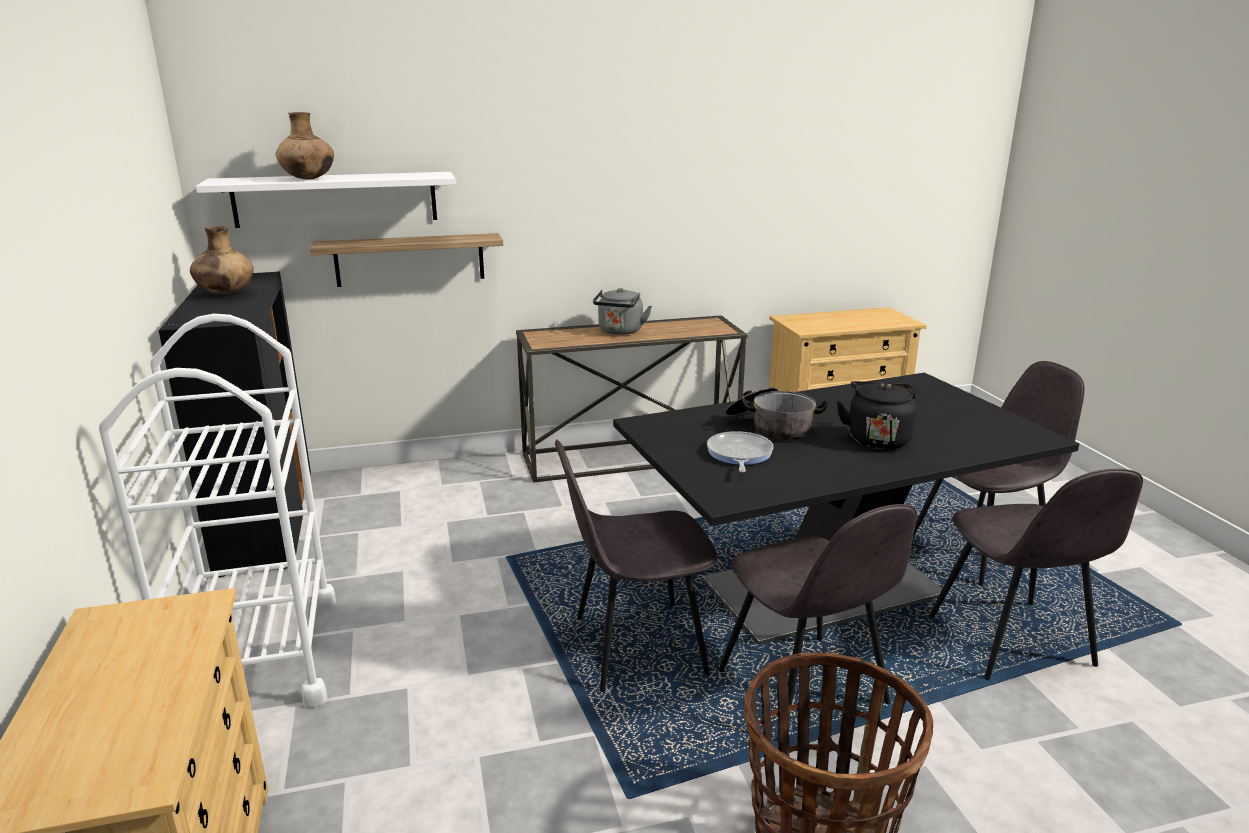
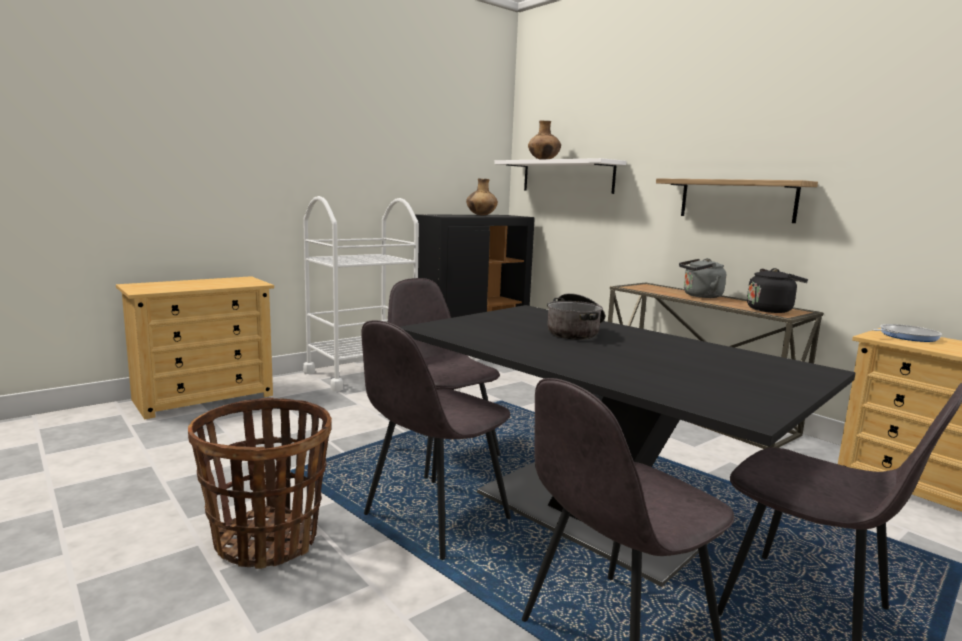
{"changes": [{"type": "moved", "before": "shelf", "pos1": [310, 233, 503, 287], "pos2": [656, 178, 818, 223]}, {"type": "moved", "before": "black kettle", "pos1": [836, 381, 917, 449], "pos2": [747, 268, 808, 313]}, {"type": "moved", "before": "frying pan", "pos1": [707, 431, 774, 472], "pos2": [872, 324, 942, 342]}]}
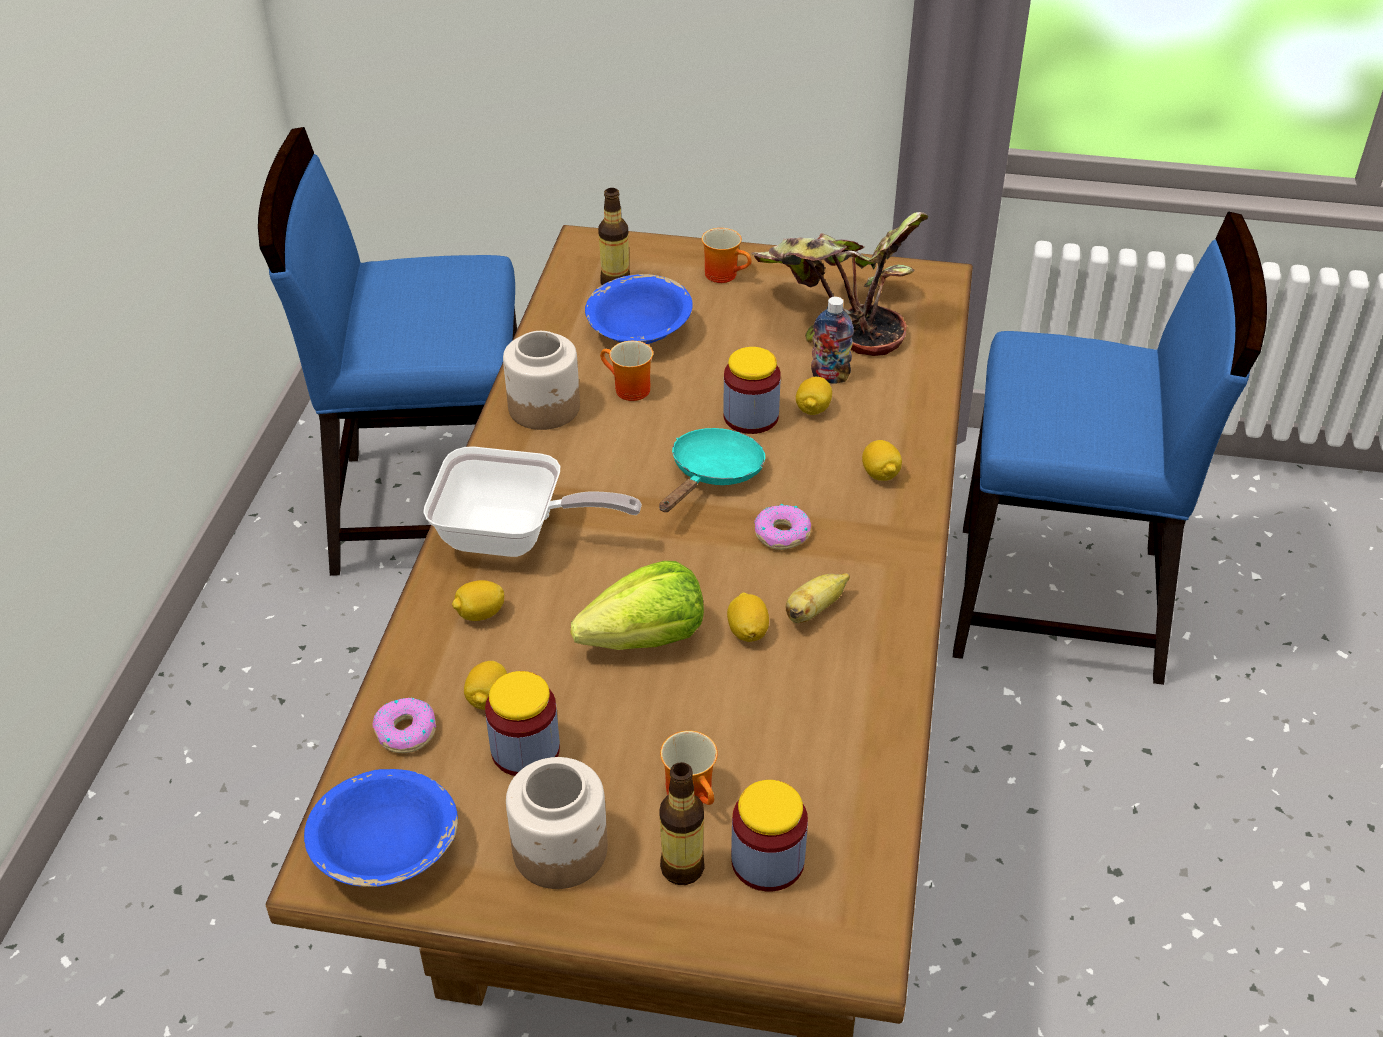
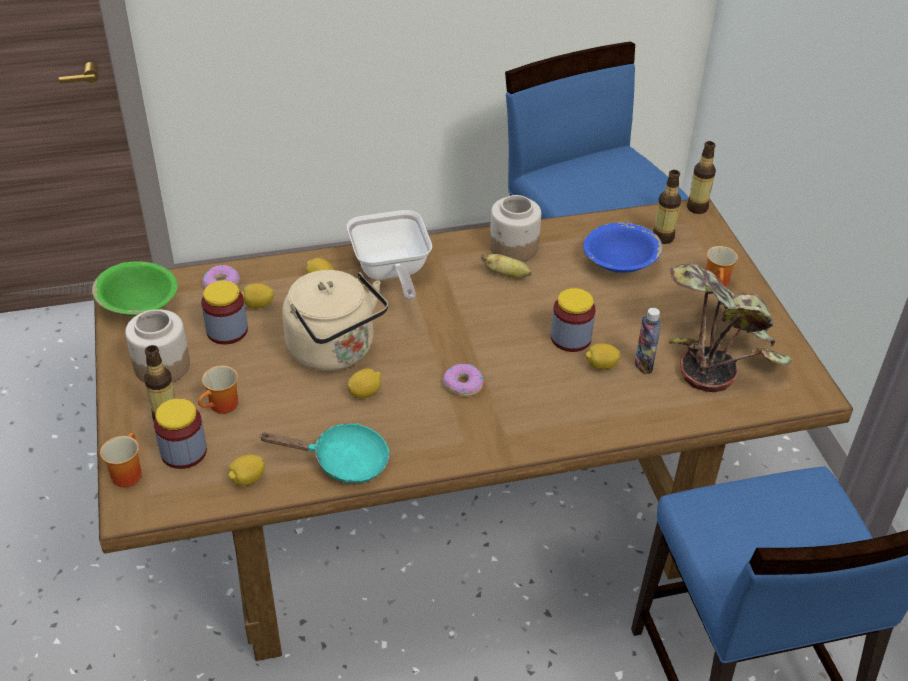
{"changes": [{"type": "moved", "before": "mug", "pos1": [600, 341, 653, 401], "pos2": [100, 433, 142, 487]}, {"type": "moved", "before": "turquoise frying pan", "pos1": [659, 428, 765, 512], "pos2": [260, 423, 389, 484]}, {"type": "moved", "before": "lemon", "pos1": [862, 440, 902, 481], "pos2": [228, 455, 265, 486]}, {"type": "replaced", "before": "lettuce", "after": "beige kettle", "pos1": [571, 561, 704, 650], "pos2": [282, 270, 388, 371]}, {"type": "moved", "before": "banana", "pos1": [786, 573, 850, 623], "pos2": [481, 254, 532, 279]}, {"type": "recoloured", "before": "blue bowl", "after": "green bowl", "pos1": [304, 769, 458, 887], "pos2": [92, 261, 178, 316]}, {"type": "added", "after": "bottle", "pos2": [687, 141, 716, 214]}]}
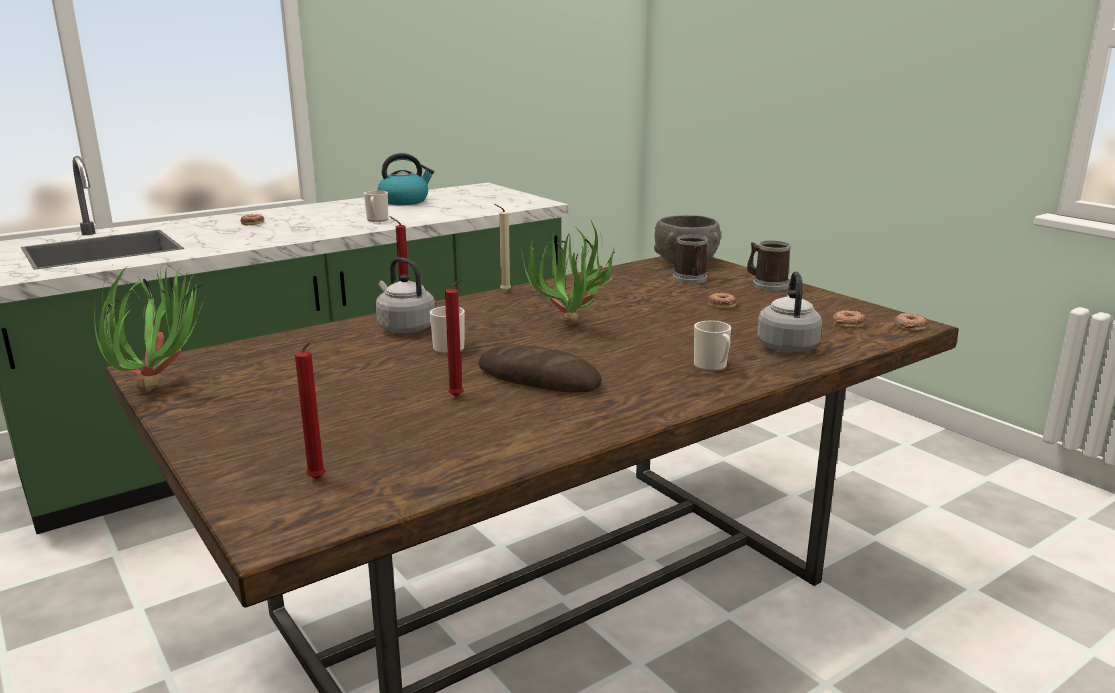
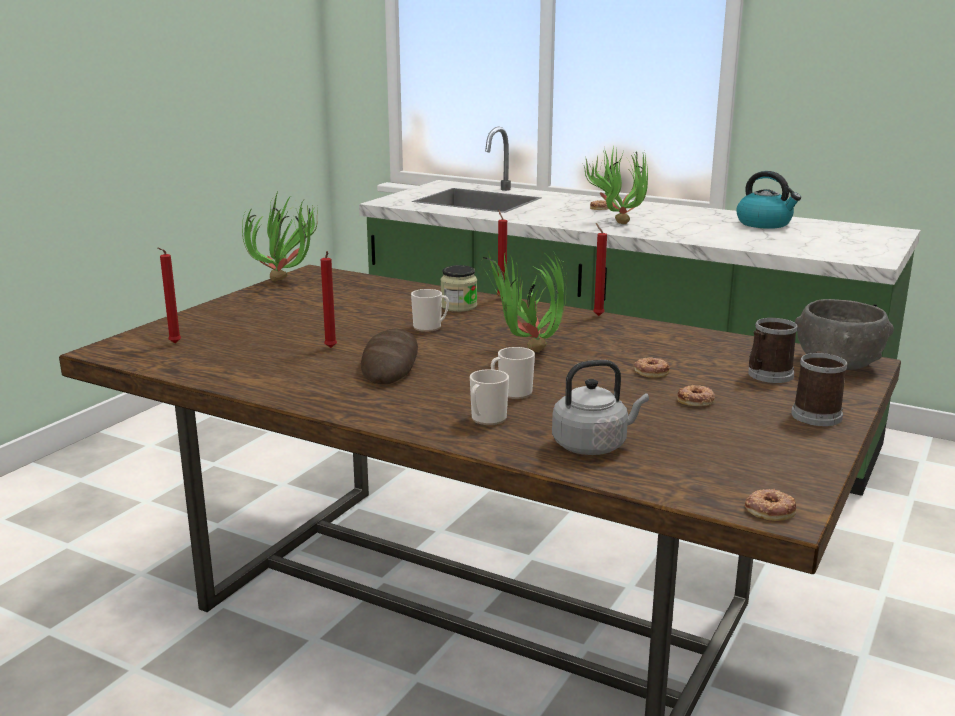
{"changes": [{"type": "moved", "before": "mug", "pos1": [364, 191, 388, 222], "pos2": [491, 347, 535, 399]}, {"type": "recoloured", "before": "beige candle", "after": "red candle", "pos1": [494, 204, 511, 292], "pos2": [593, 223, 607, 316]}, {"type": "replaced", "before": "grey kettle", "after": "jar", "pos1": [375, 257, 435, 333], "pos2": [441, 265, 477, 312]}, {"type": "moved", "before": "donut", "pos1": [833, 310, 865, 328], "pos2": [634, 357, 670, 378]}, {"type": "added", "after": "potted plant", "pos2": [583, 146, 648, 224]}]}
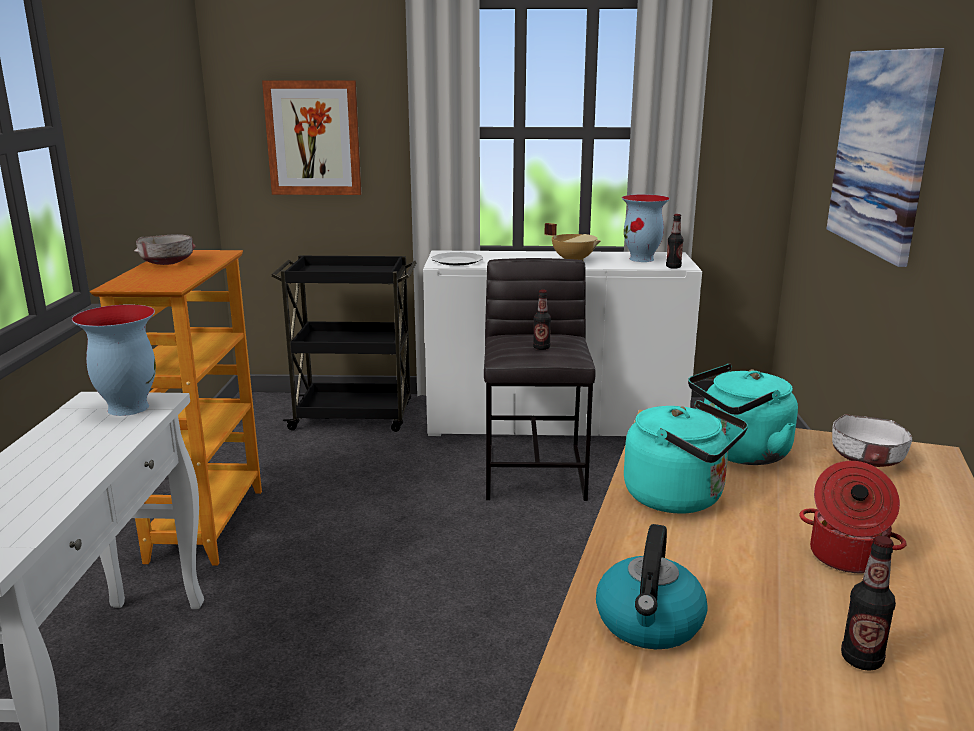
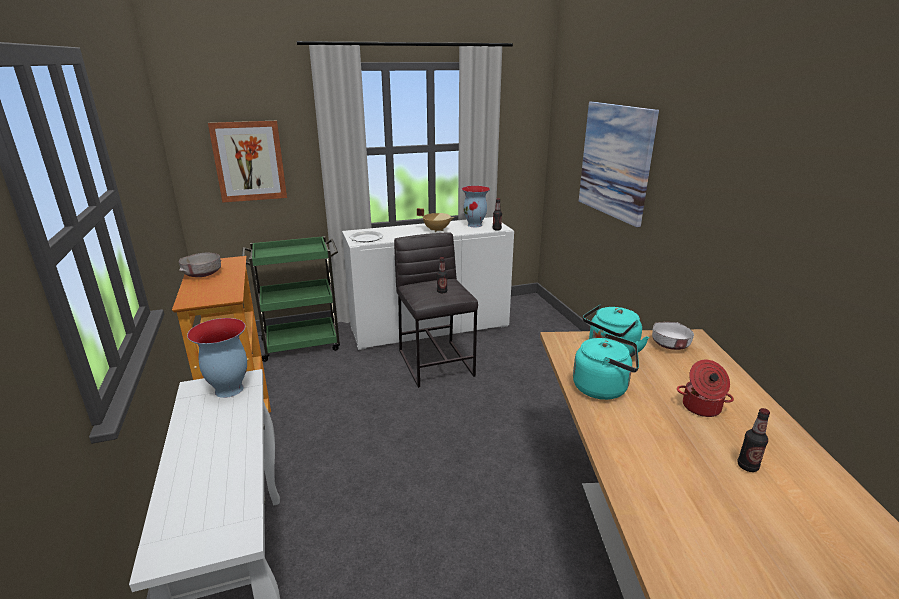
{"changes": [{"type": "recoloured", "before": "black cart", "after": "green cart", "pos1": [271, 255, 417, 432], "pos2": [242, 236, 340, 362]}, {"type": "removed", "before": "kettle", "pos1": [596, 524, 708, 649]}]}
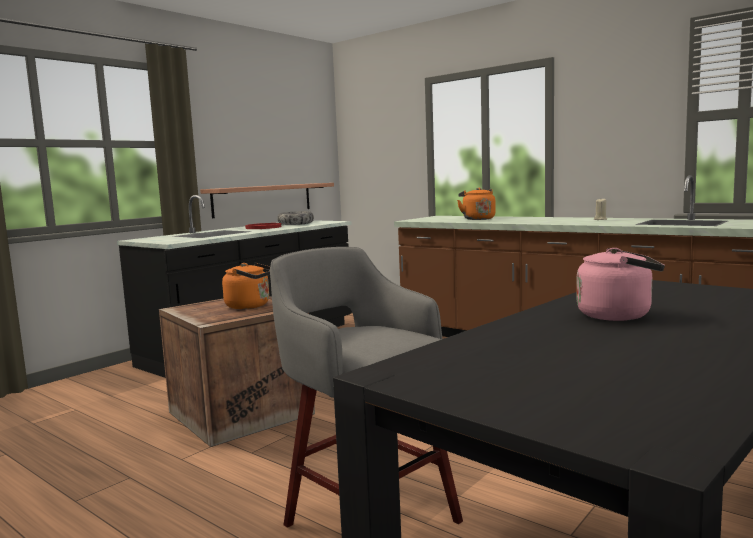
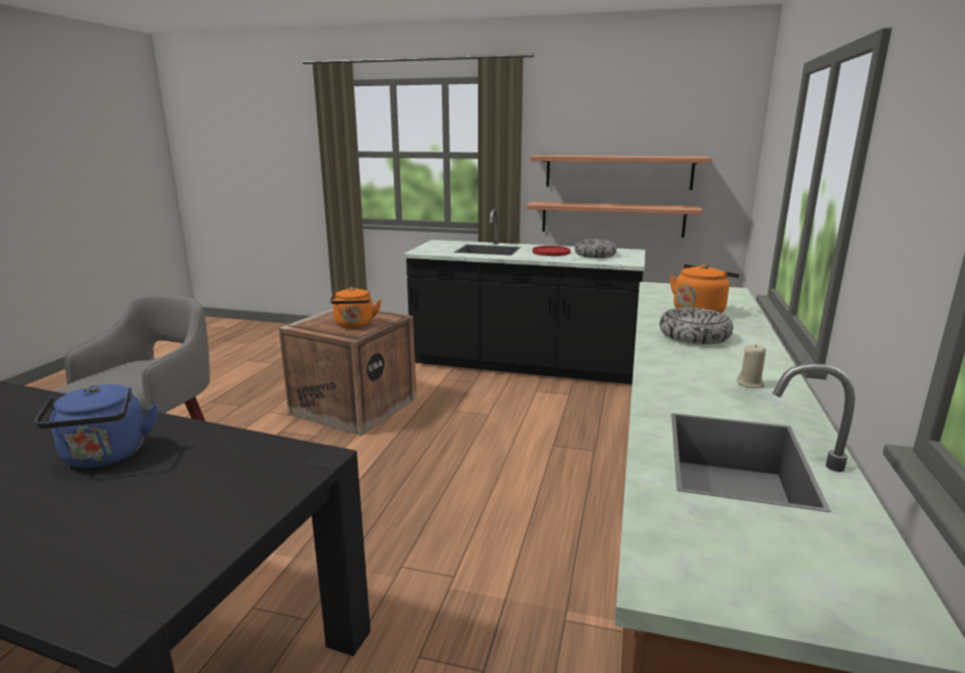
{"changes": [{"type": "recoloured", "before": "pink kettle", "after": "blue kettle", "pos1": [576, 248, 665, 321], "pos2": [35, 384, 158, 468]}, {"type": "added", "after": "shelf", "pos2": [530, 155, 712, 190]}, {"type": "added", "after": "bowl", "pos2": [660, 307, 733, 345]}]}
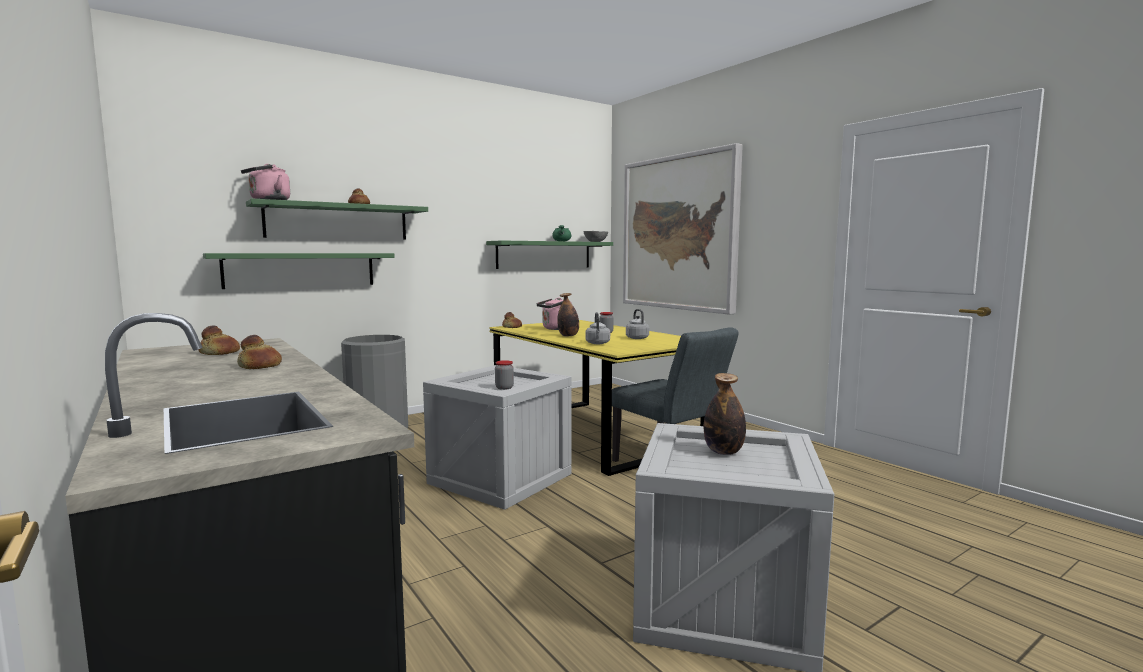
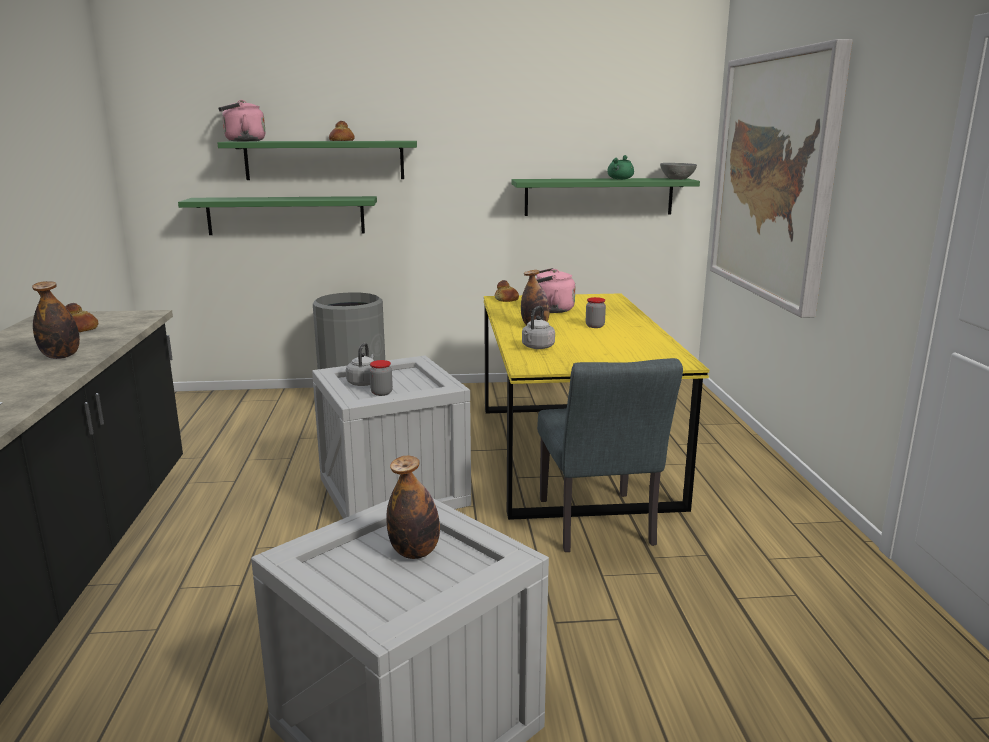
{"changes": [{"type": "moved", "before": "grey kettle", "pos1": [626, 309, 649, 339], "pos2": [346, 343, 374, 386]}, {"type": "replaced", "before": "bread", "after": "bottle", "pos1": [237, 335, 282, 369], "pos2": [32, 281, 80, 359]}]}
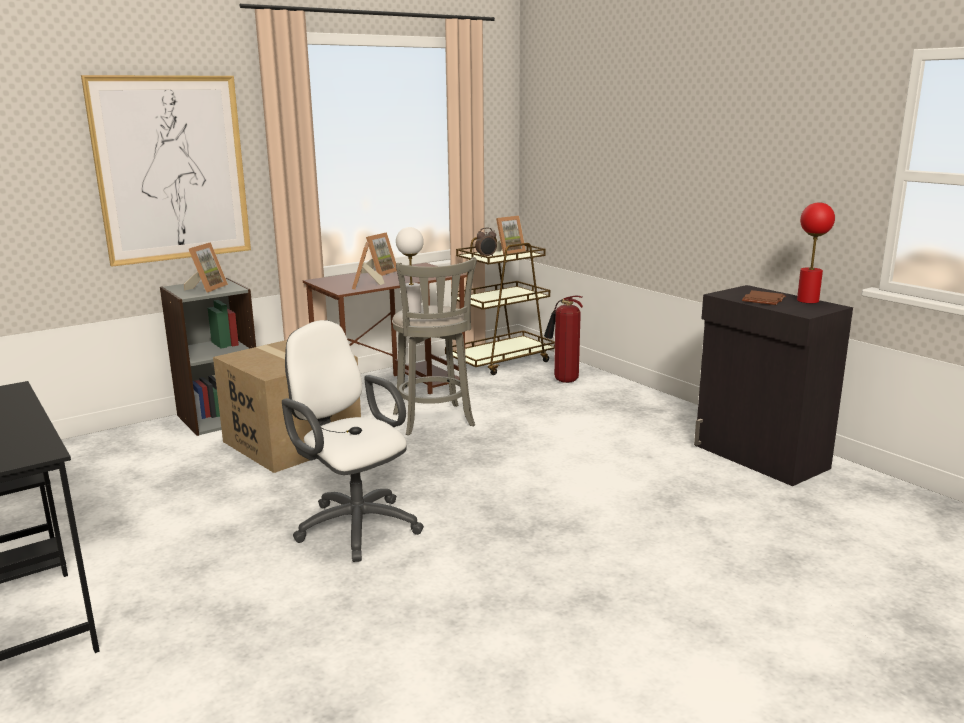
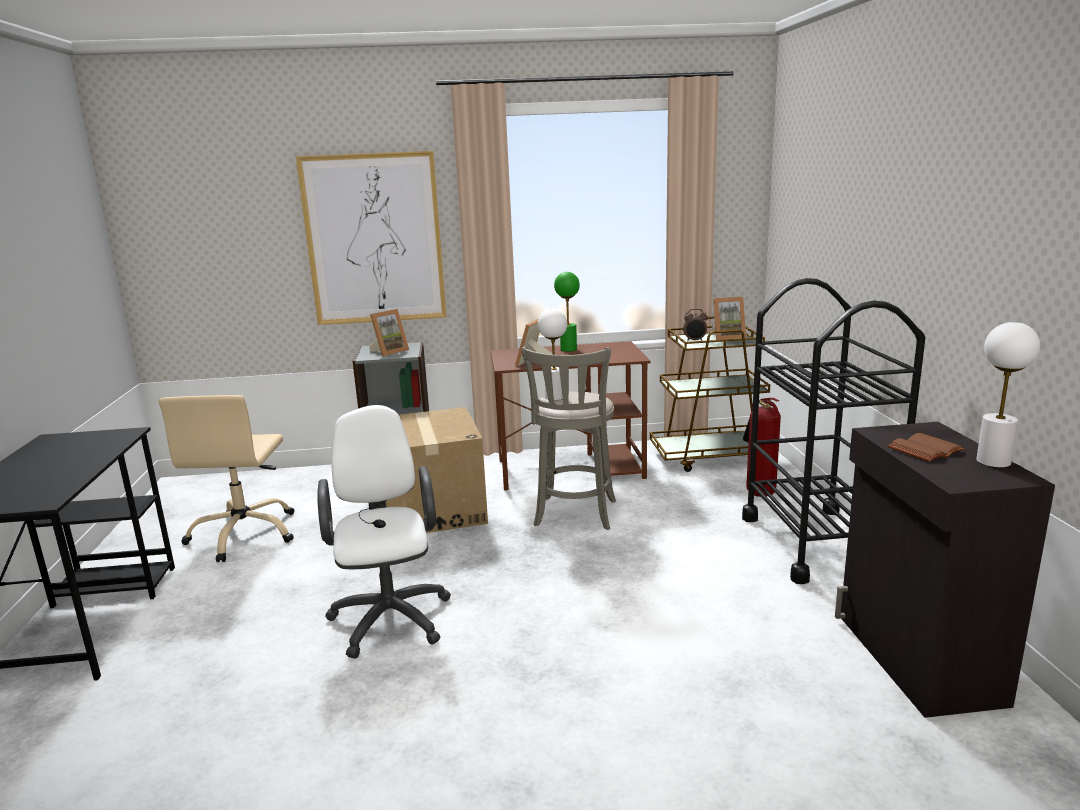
{"changes": [{"type": "recoloured", "before": "red table lamp", "after": "white table lamp", "pos1": [797, 202, 835, 303], "pos2": [976, 322, 1040, 468]}, {"type": "replaced", "before": "picture frame", "after": "green table lamp", "pos1": [361, 232, 397, 276], "pos2": [554, 272, 580, 352]}, {"type": "added", "after": "black cart", "pos2": [742, 278, 925, 584]}, {"type": "added", "after": "beige office chair", "pos2": [158, 395, 294, 562]}]}
